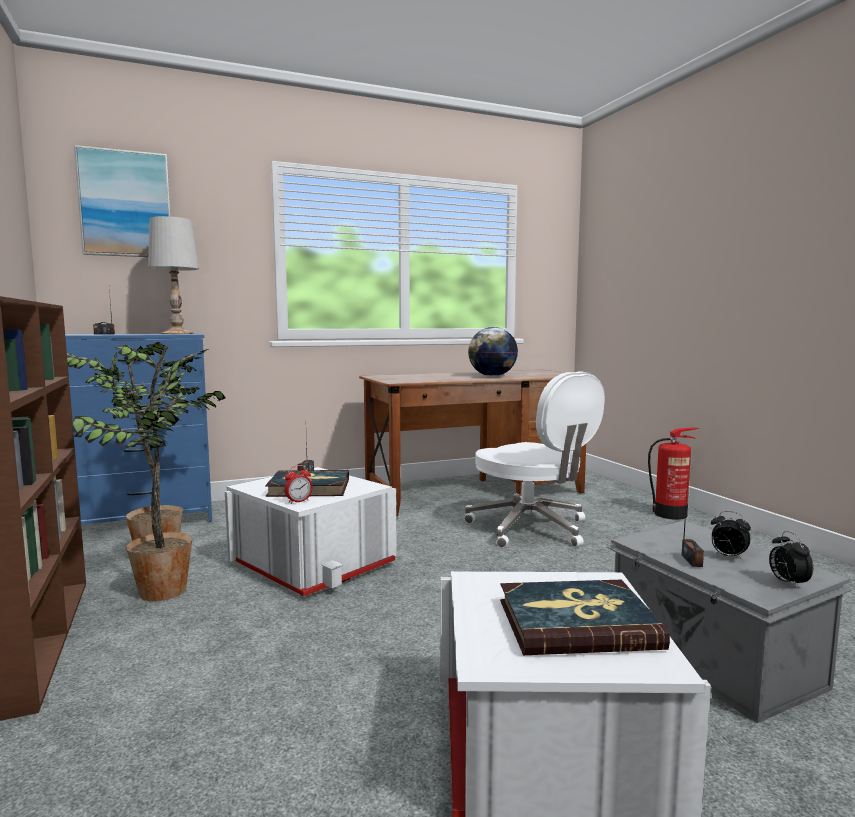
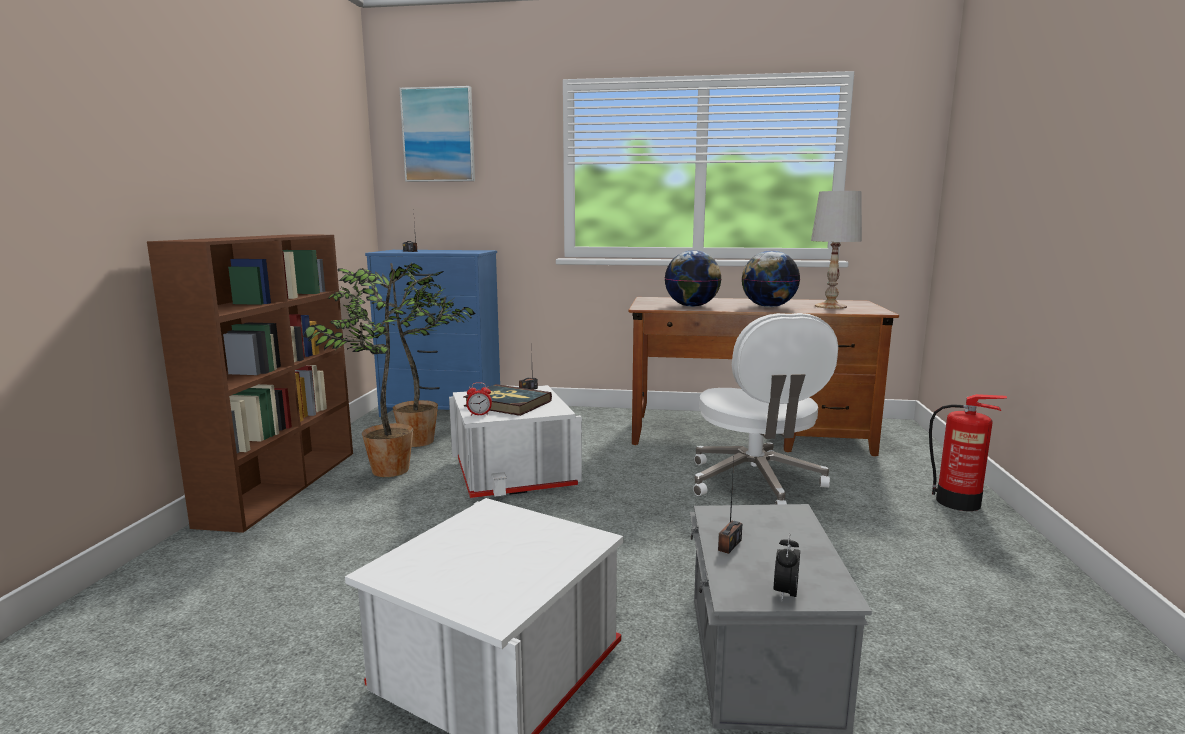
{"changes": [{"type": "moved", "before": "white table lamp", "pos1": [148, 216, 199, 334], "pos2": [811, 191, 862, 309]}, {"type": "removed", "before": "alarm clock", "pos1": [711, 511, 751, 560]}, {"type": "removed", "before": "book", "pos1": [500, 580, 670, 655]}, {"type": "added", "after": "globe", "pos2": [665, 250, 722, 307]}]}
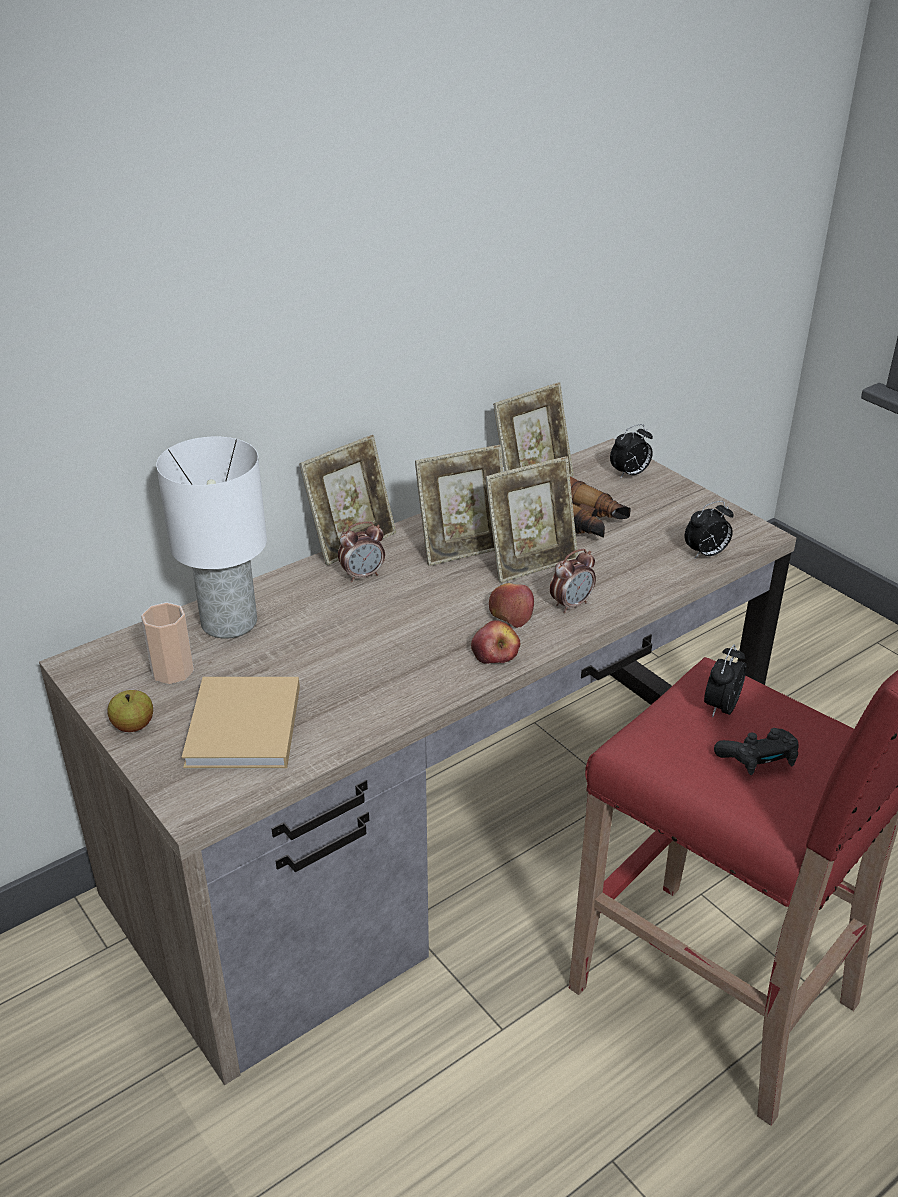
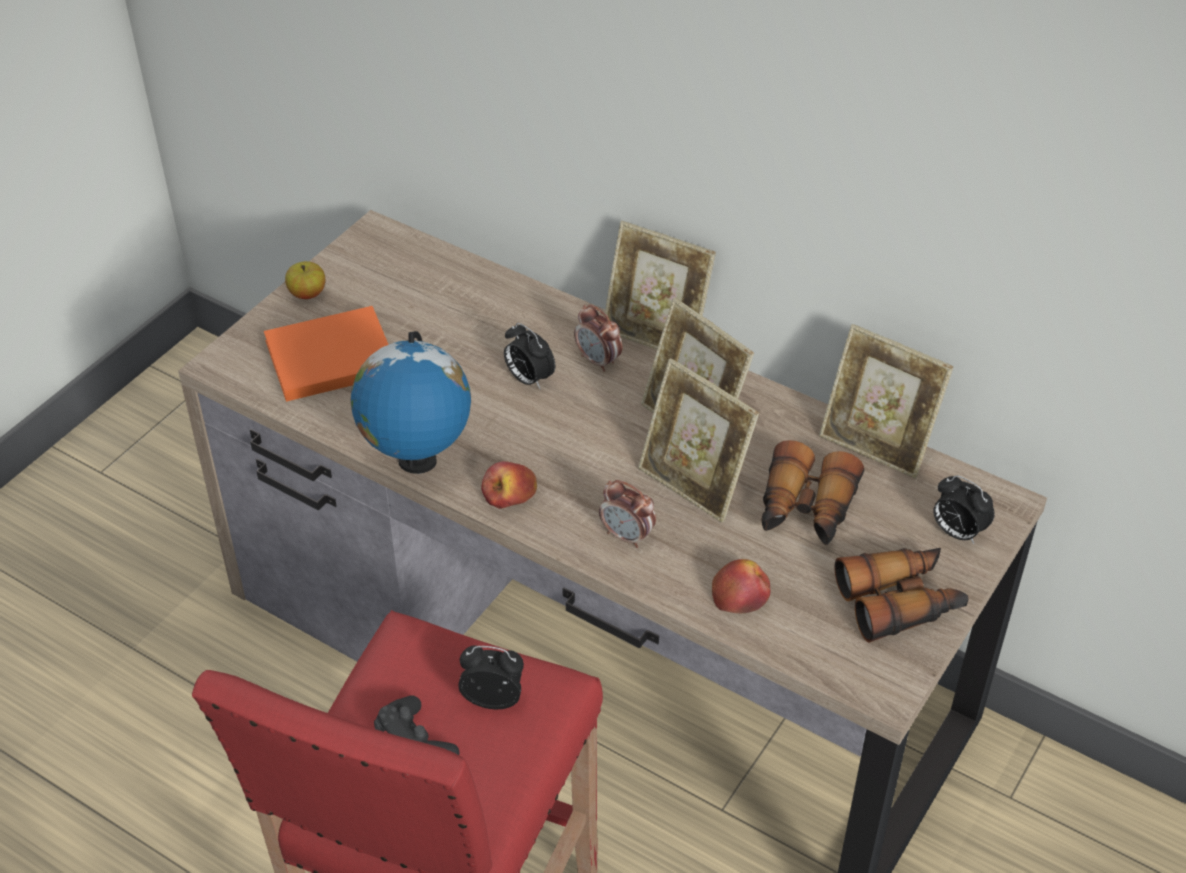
{"changes": [{"type": "removed", "before": "white table lamp", "pos1": [156, 437, 267, 639]}, {"type": "moved", "before": "alarm clock", "pos1": [685, 501, 734, 559], "pos2": [504, 323, 555, 390]}, {"type": "moved", "before": "apple", "pos1": [489, 583, 534, 628], "pos2": [712, 559, 770, 613]}, {"type": "removed", "before": "cup", "pos1": [141, 602, 194, 684]}, {"type": "recoloured", "before": "beige book", "after": "orange book", "pos1": [182, 677, 300, 768], "pos2": [264, 306, 389, 402]}, {"type": "added", "after": "globe", "pos2": [351, 331, 471, 474]}, {"type": "added", "after": "binoculars", "pos2": [834, 548, 969, 643]}]}
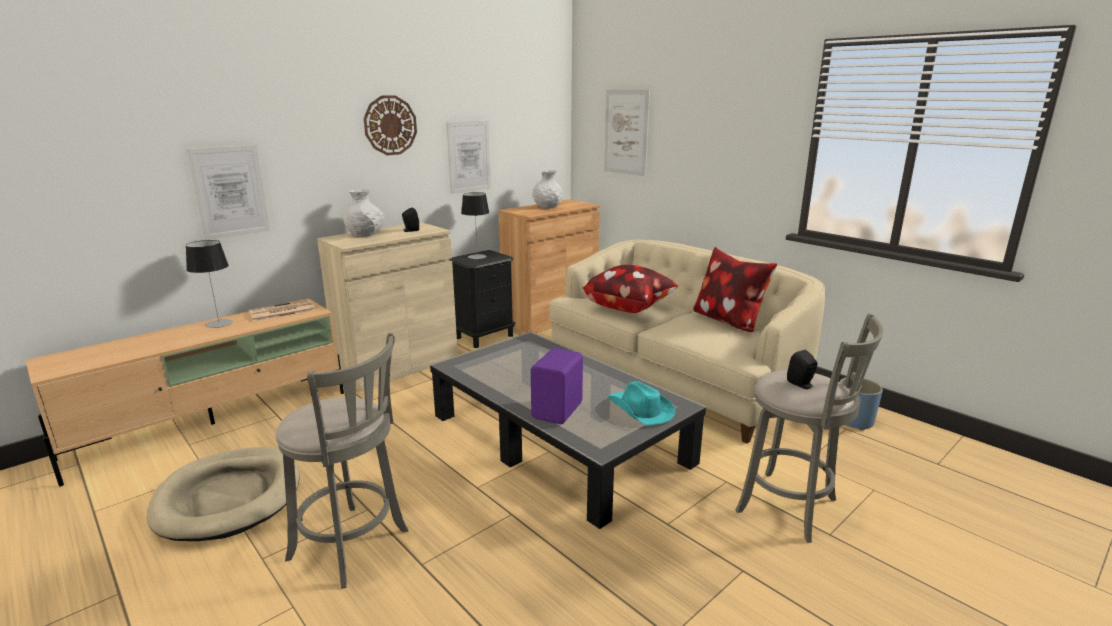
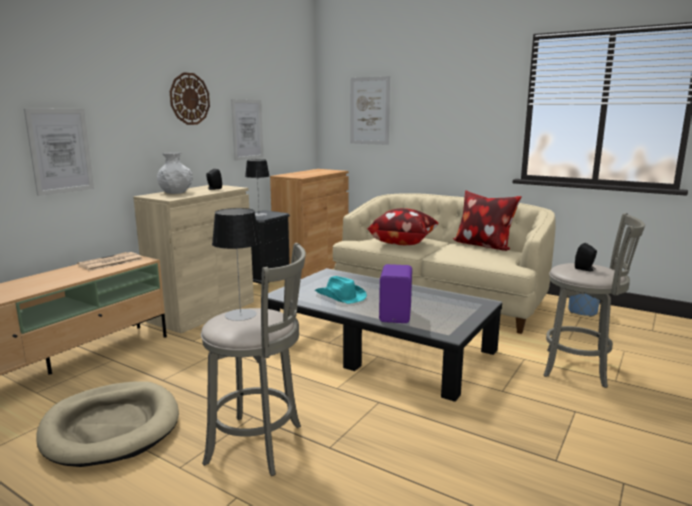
{"changes": [{"type": "removed", "before": "white vase", "pos1": [532, 170, 563, 208]}, {"type": "moved", "before": "table lamp", "pos1": [186, 240, 233, 328], "pos2": [212, 208, 261, 321]}, {"type": "moved", "before": "turquoise hat", "pos1": [608, 381, 675, 425], "pos2": [315, 276, 367, 304]}]}
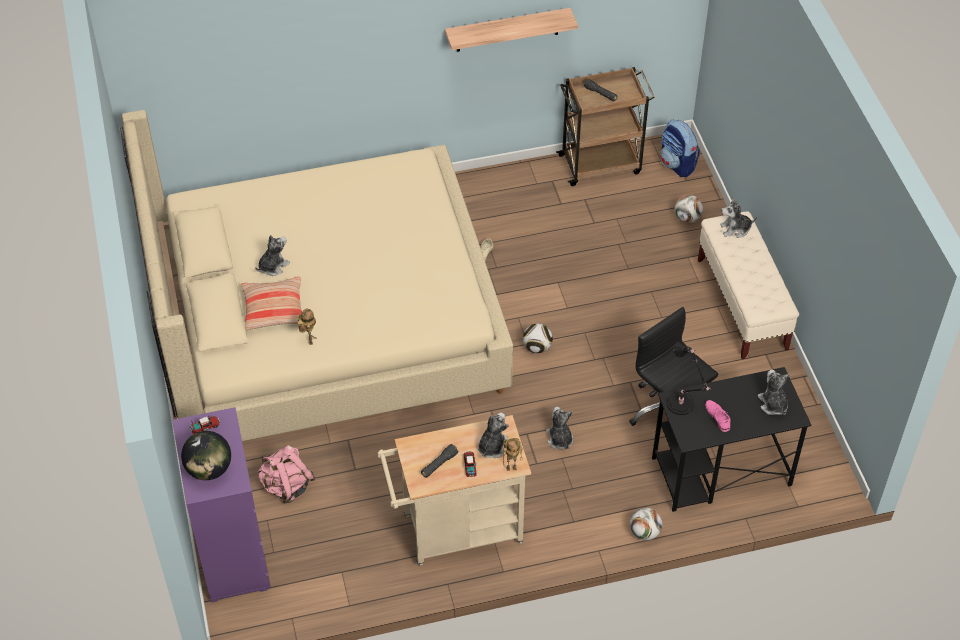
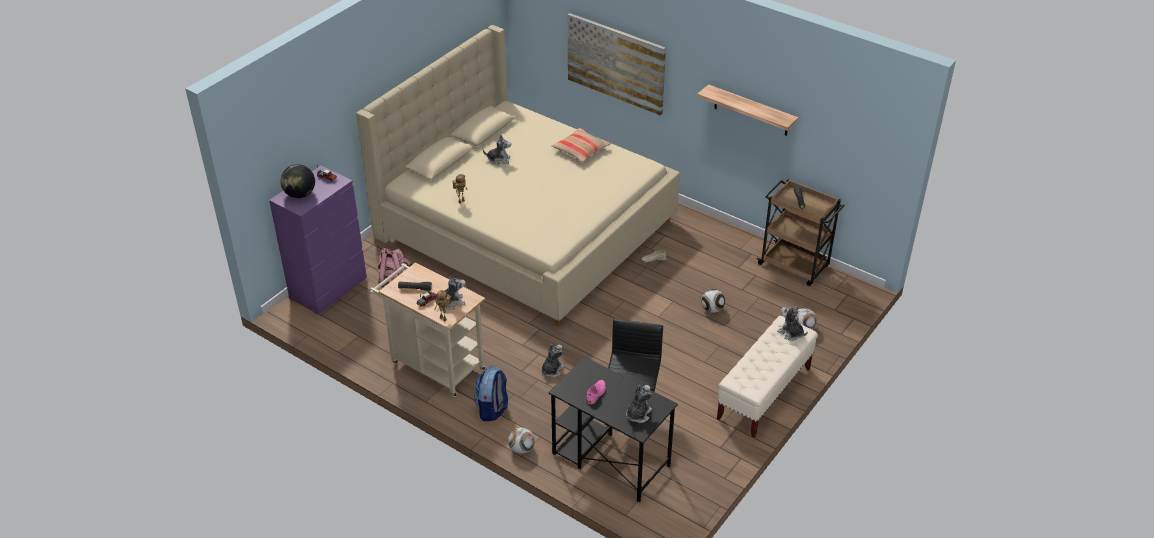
{"changes": [{"type": "moved", "before": "backpack", "pos1": [660, 119, 700, 177], "pos2": [474, 366, 508, 421]}, {"type": "moved", "before": "pillow", "pos1": [242, 277, 302, 330], "pos2": [552, 128, 611, 162]}, {"type": "moved", "before": "football", "pos1": [523, 324, 553, 353], "pos2": [702, 289, 725, 313]}, {"type": "removed", "before": "black table lamp", "pos1": [667, 341, 710, 415]}, {"type": "added", "after": "picture", "pos2": [568, 13, 666, 115]}]}
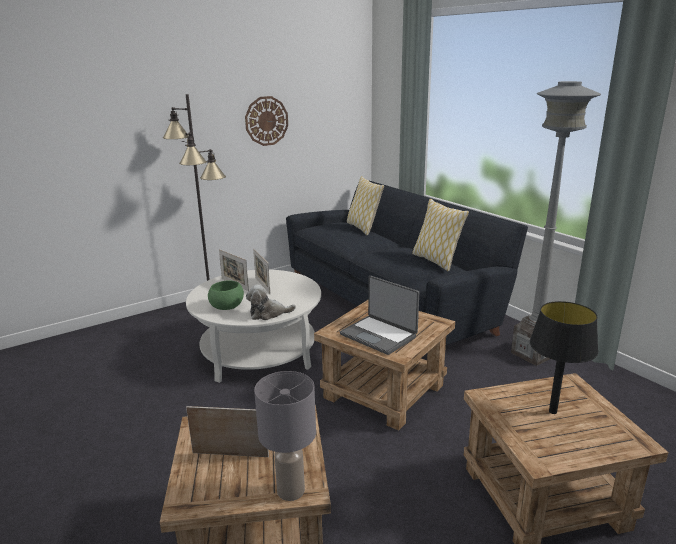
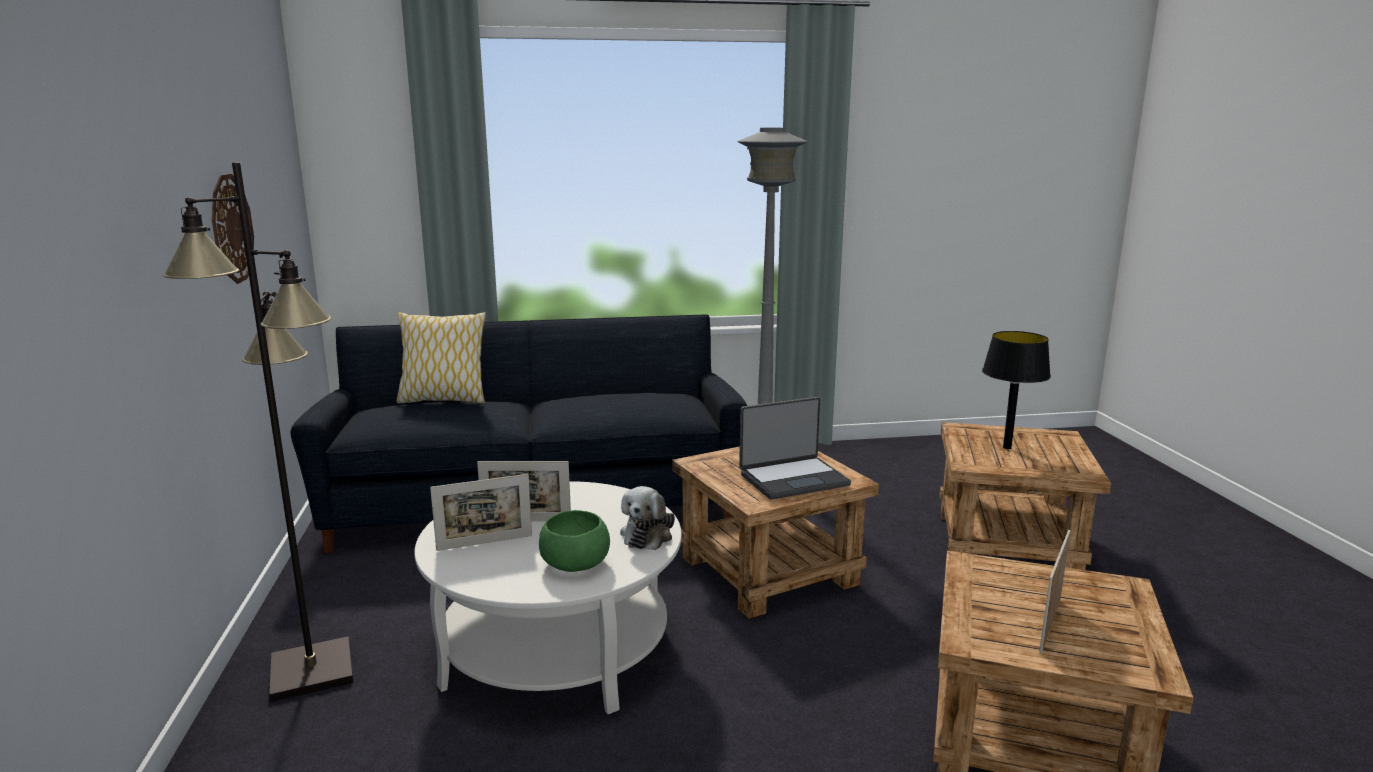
{"changes": [{"type": "removed", "before": "pillow", "pos1": [412, 199, 469, 271]}, {"type": "removed", "before": "grey table lamp", "pos1": [254, 371, 316, 501]}]}
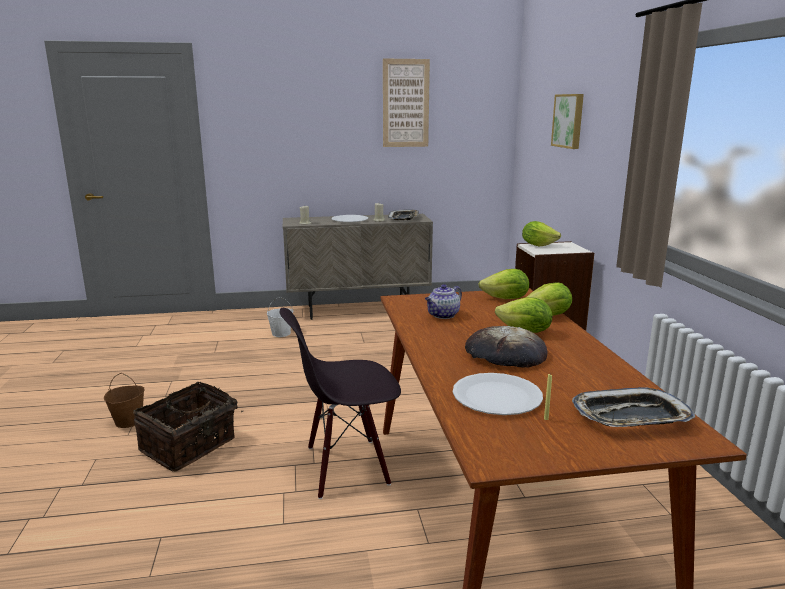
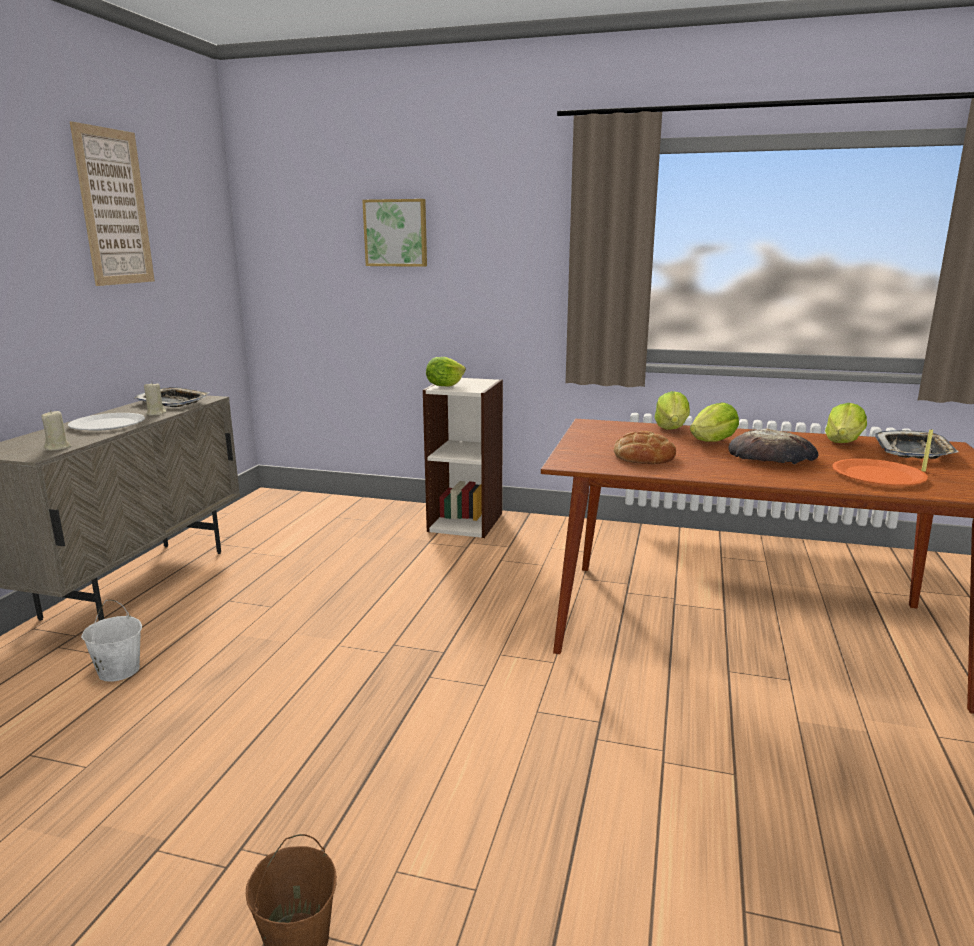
{"changes": [{"type": "moved", "before": "lettuce", "pos1": [479, 269, 529, 299], "pos2": [825, 403, 867, 443]}, {"type": "replaced", "before": "teapot", "after": "bread", "pos1": [425, 284, 462, 319], "pos2": [614, 431, 676, 464]}, {"type": "removed", "before": "black chair", "pos1": [280, 308, 401, 499]}, {"type": "recoloured", "before": "white plate", "after": "orange plate", "pos1": [453, 373, 543, 415], "pos2": [832, 459, 928, 486]}, {"type": "removed", "before": "basket", "pos1": [133, 381, 243, 471]}]}
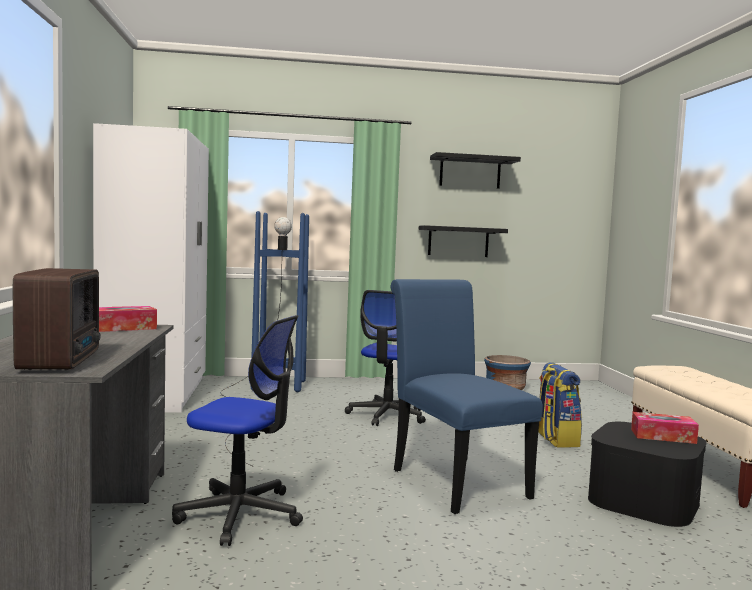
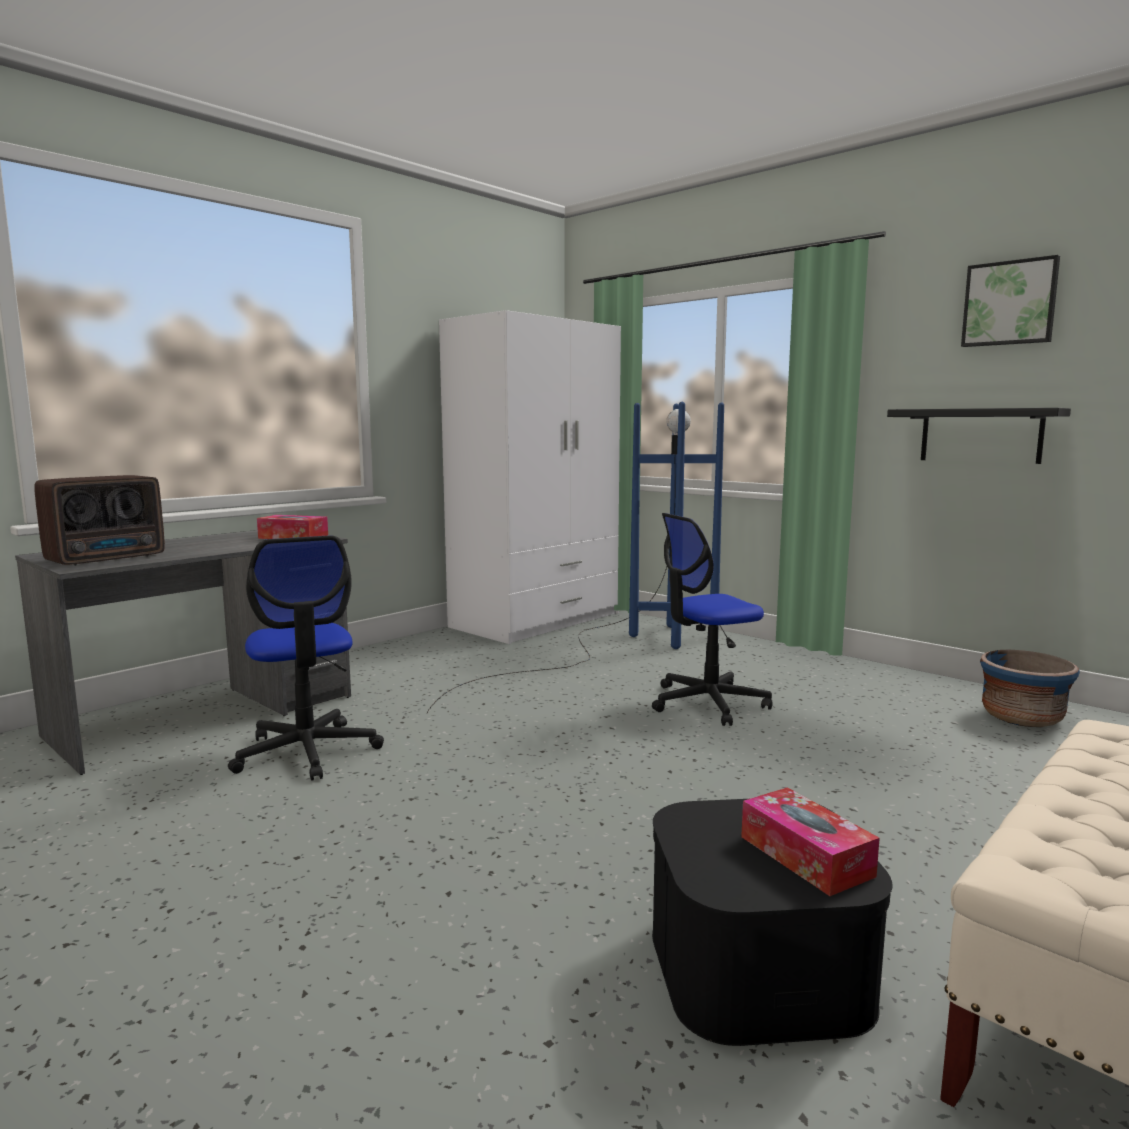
{"changes": [{"type": "replaced", "before": "black shelf", "after": "picture", "pos1": [430, 152, 521, 189], "pos2": [961, 255, 1060, 347]}, {"type": "removed", "before": "blue chair", "pos1": [391, 279, 543, 514]}, {"type": "removed", "before": "backpack", "pos1": [538, 362, 582, 447]}]}
